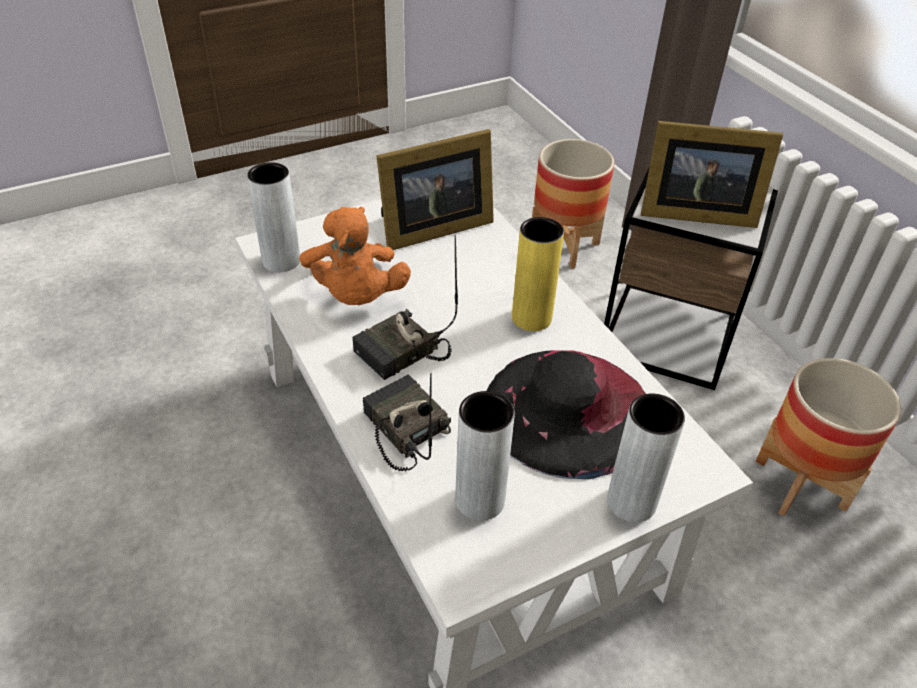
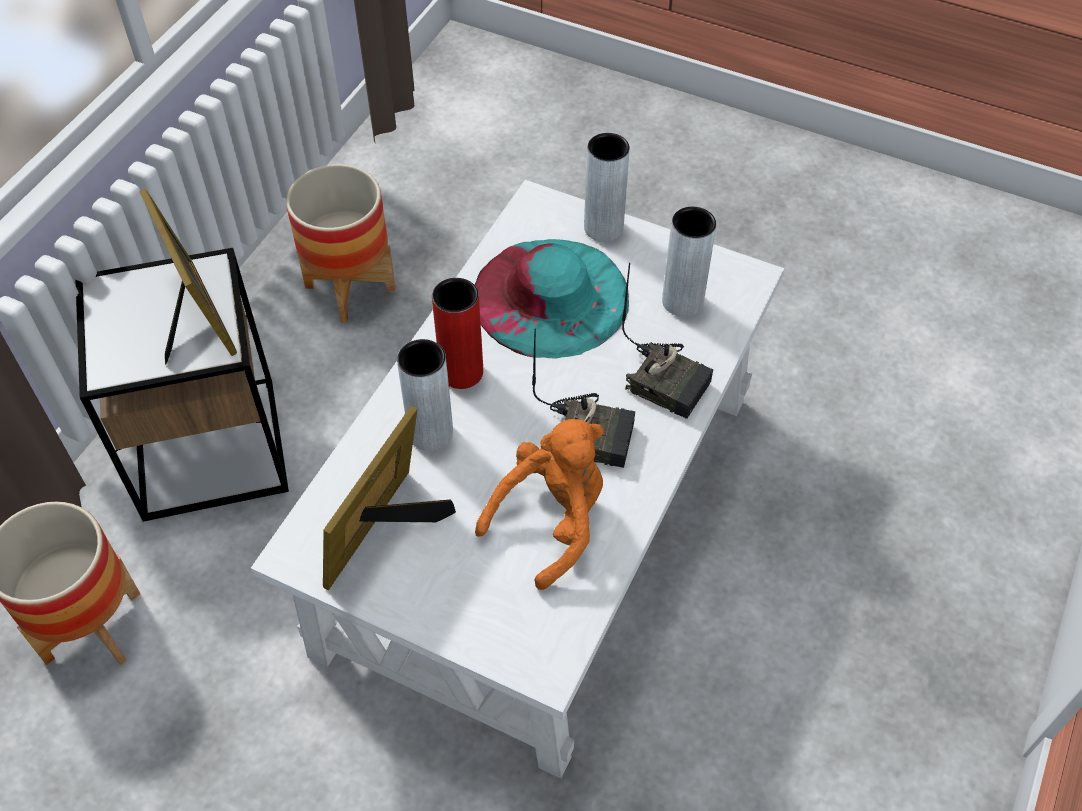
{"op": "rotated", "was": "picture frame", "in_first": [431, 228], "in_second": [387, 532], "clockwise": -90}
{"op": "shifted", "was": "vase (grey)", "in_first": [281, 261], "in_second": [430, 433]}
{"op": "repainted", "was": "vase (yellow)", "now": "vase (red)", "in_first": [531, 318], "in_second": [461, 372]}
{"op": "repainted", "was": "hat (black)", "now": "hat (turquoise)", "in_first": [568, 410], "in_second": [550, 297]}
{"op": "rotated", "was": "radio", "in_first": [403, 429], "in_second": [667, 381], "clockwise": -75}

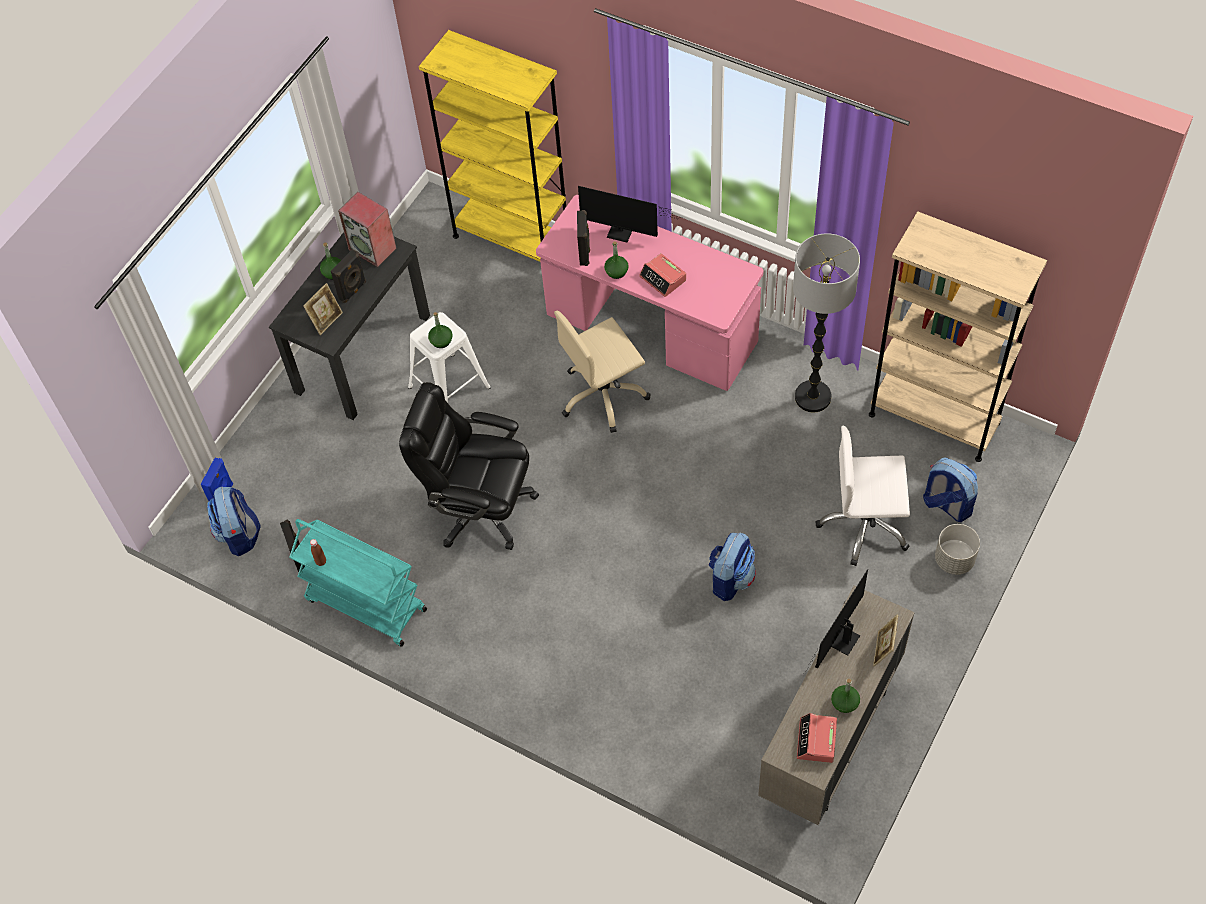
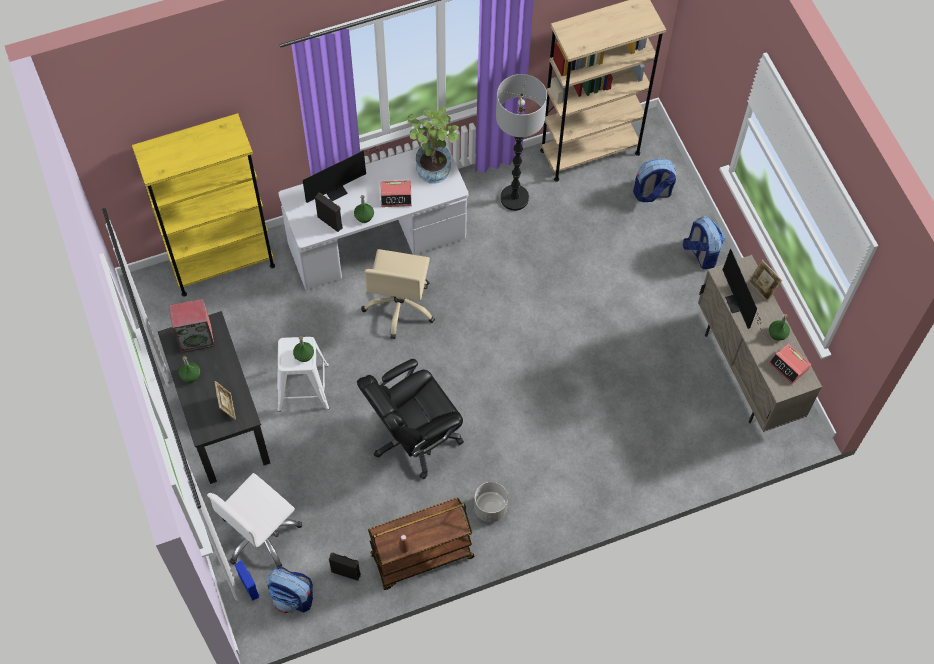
{"op": "repainted", "was": "desk (pink)", "now": "desk (white)", "in_first": [651, 328], "in_second": [377, 241]}
{"op": "gone", "was": "speaker (black)", "in_first": [353, 291]}
{"op": "shifted", "was": "office chair (white)", "in_first": [864, 525], "in_second": [261, 534]}
{"op": "repainted", "was": "cart (turquoise)", "now": "cart (brown)", "in_first": [365, 605], "in_second": [421, 557]}
{"op": "shifted", "was": "planter (grey)", "in_first": [954, 560], "in_second": [490, 508]}
{"op": "shifted", "was": "backpack", "in_first": [730, 578], "in_second": [700, 253]}
{"op": "new", "now": "potted plant", "in_second": [433, 165]}

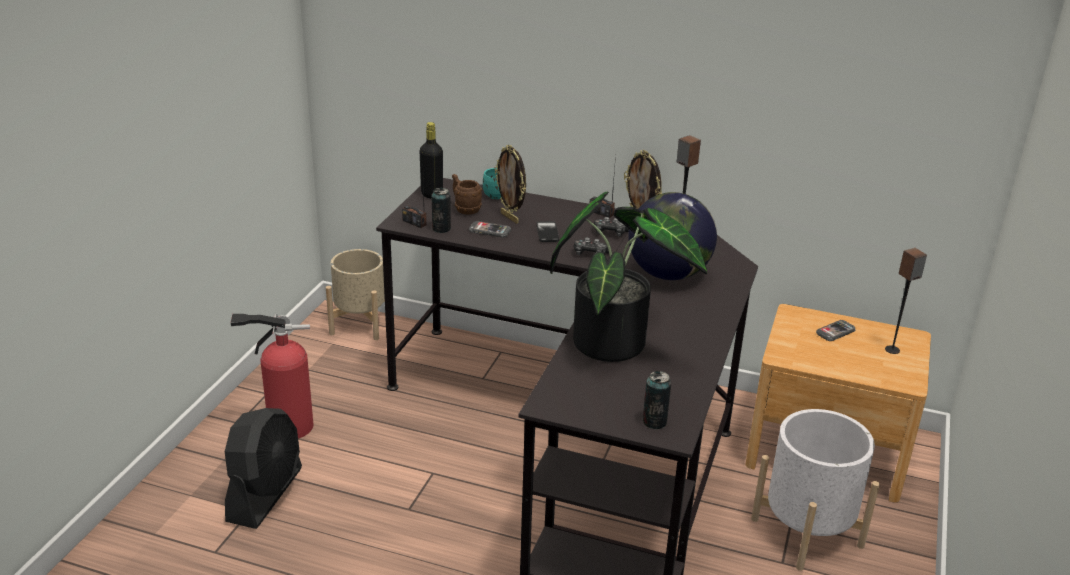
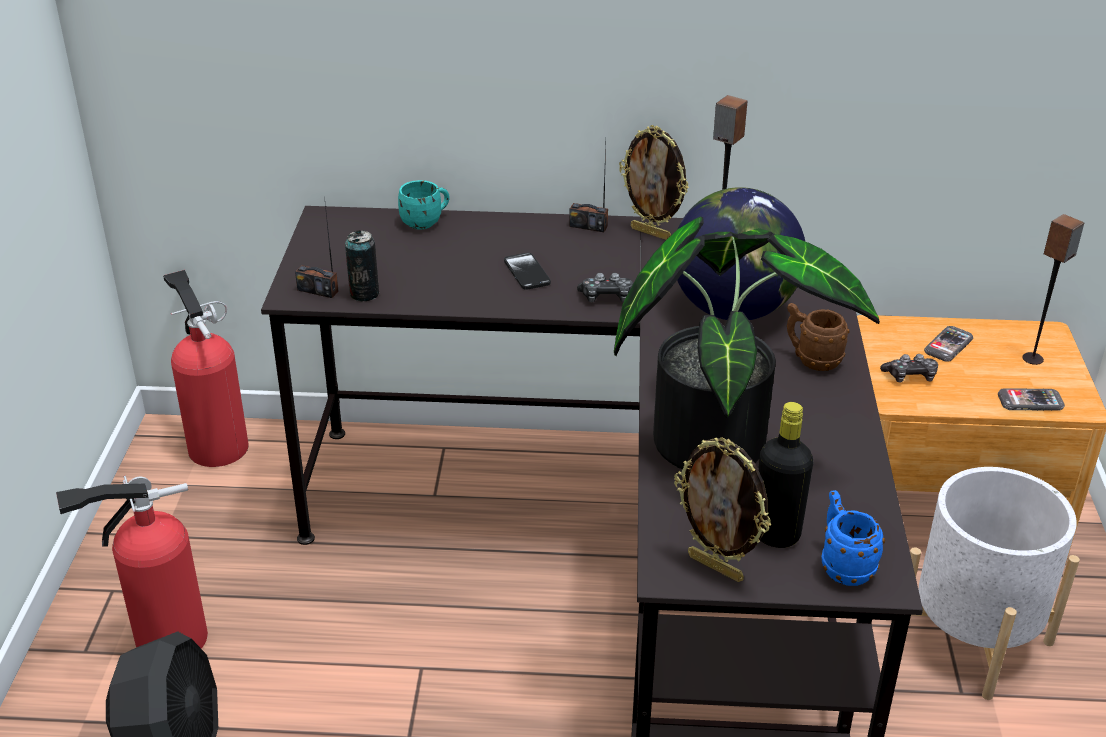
{"op": "shifted", "was": "bottle (black)", "in_first": [432, 194], "in_second": [776, 534]}
{"op": "shifted", "was": "picture frame", "in_first": [510, 218], "in_second": [716, 567]}
{"op": "shifted", "was": "mug (brown)", "in_first": [464, 209], "in_second": [811, 359]}
{"op": "shifted", "was": "game controller", "in_first": [609, 233], "in_second": [910, 376]}
{"op": "shifted", "was": "phone", "in_first": [490, 230], "in_second": [1030, 401]}
{"op": "swapped", "was": "planter (beige)", "now": "fire extinguisher", "in_first": [360, 324], "in_second": [216, 444]}
{"op": "swapped", "was": "can", "now": "mug (blue)", "in_first": [654, 422], "in_second": [842, 565]}

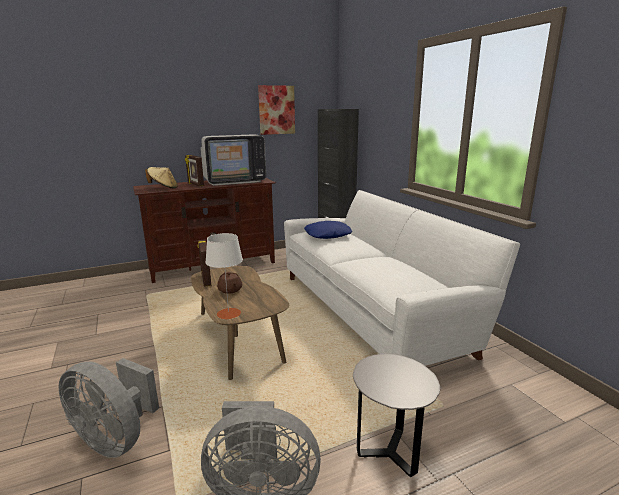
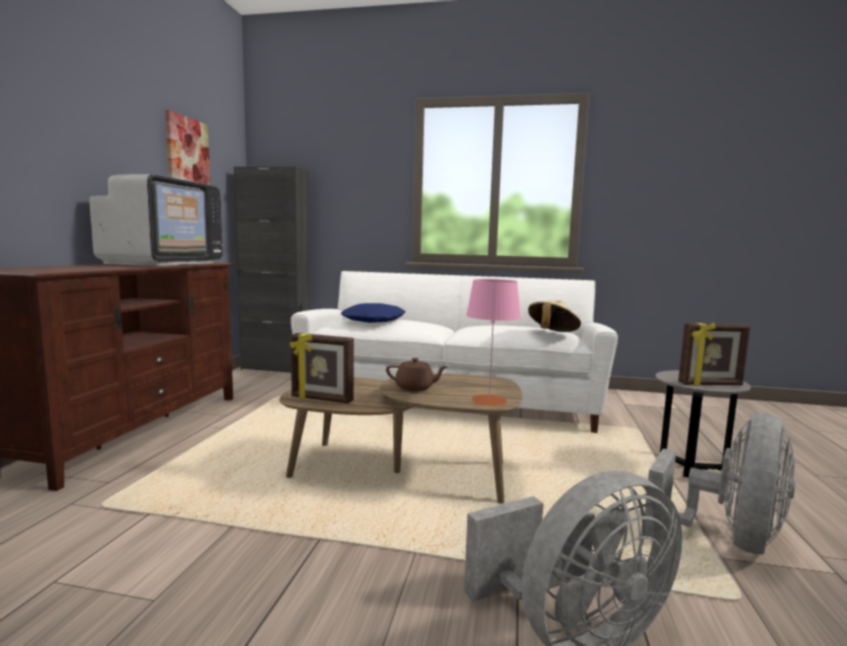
{"op": "shifted", "was": "picture frame", "in_first": [195, 184], "in_second": [710, 384]}
{"op": "shifted", "was": "hat (beige)", "in_first": [163, 188], "in_second": [552, 334]}
{"op": "repainted", "was": "table lamp (white)", "now": "table lamp (pink)", "in_first": [228, 313], "in_second": [489, 400]}

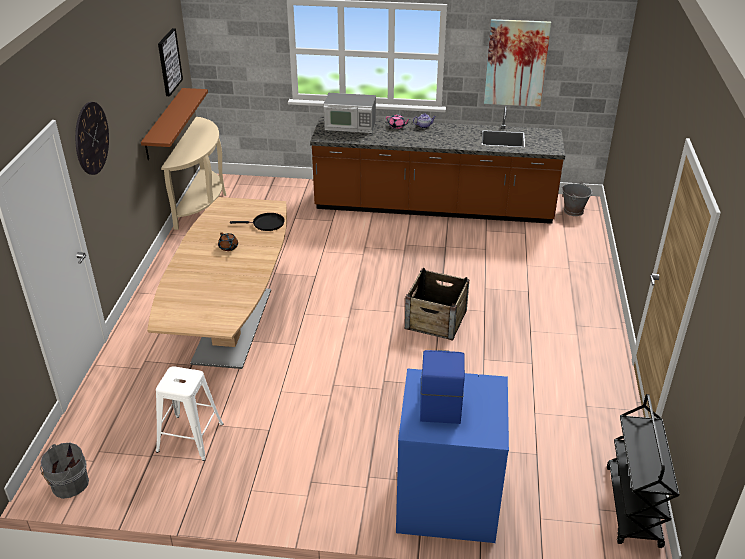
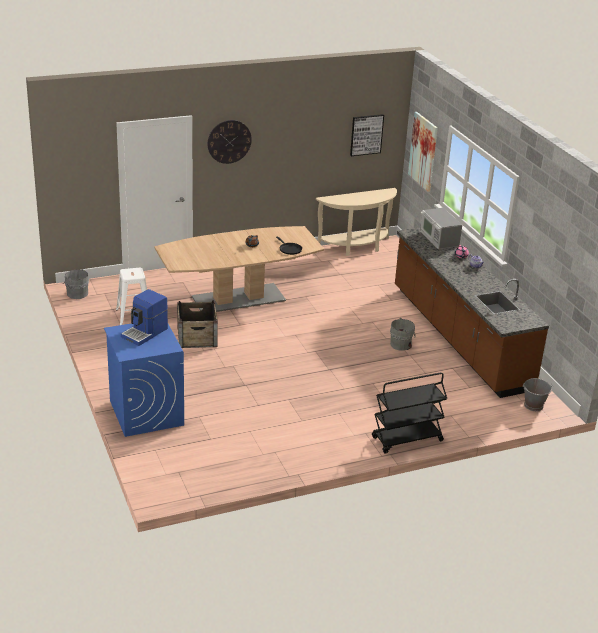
{"op": "shifted", "was": "picture", "in_first": [516, 63], "in_second": [423, 151]}
{"op": "gone", "was": "shelf (brown)", "in_first": [164, 124]}
{"op": "shifted", "was": "crate", "in_first": [435, 319], "in_second": [197, 337]}
{"op": "rotated", "was": "coffee machine", "in_first": [439, 399], "in_second": [145, 333], "clockwise": 150}
{"op": "shifted", "was": "cart (black)", "in_first": [633, 507], "in_second": [406, 440]}
{"op": "new", "now": "bucket (grey)", "in_second": [402, 344]}

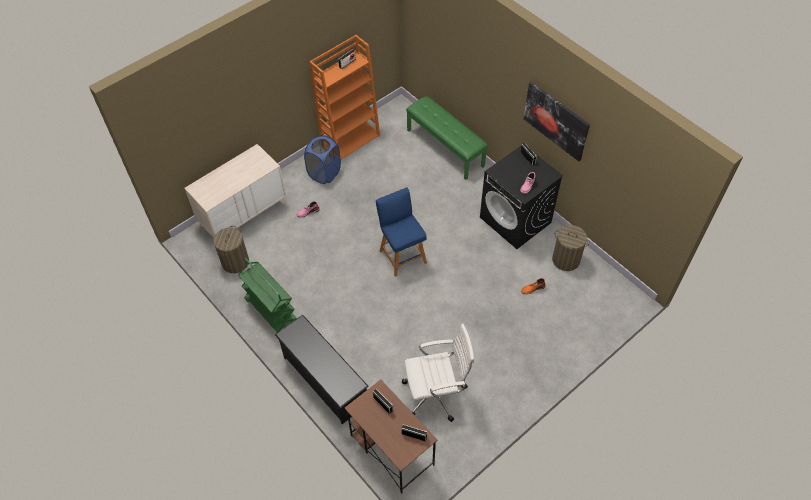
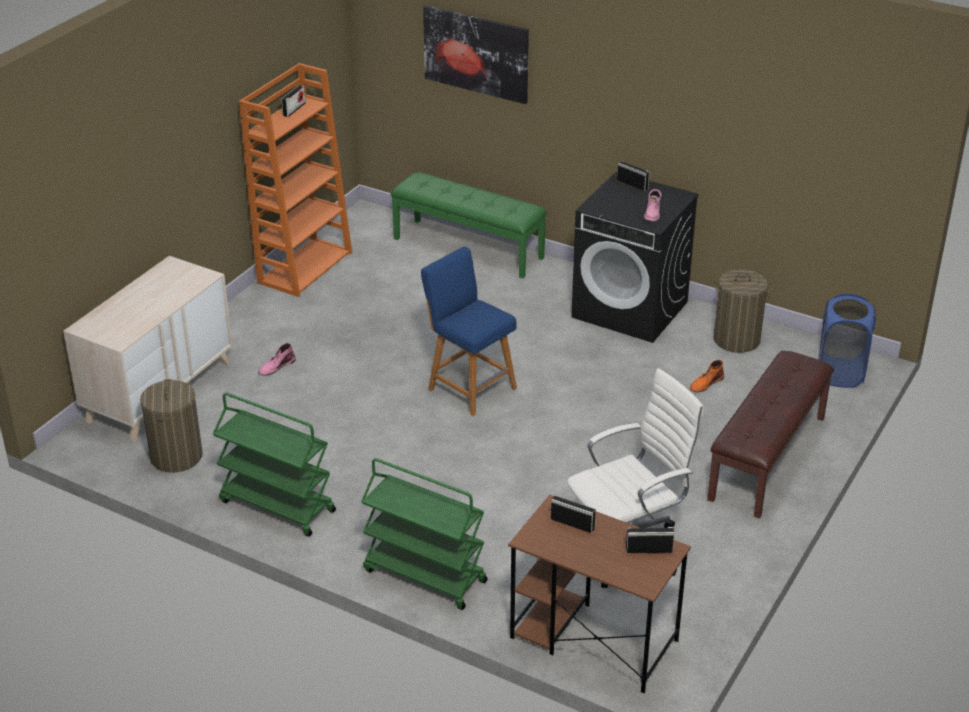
{"op": "shifted", "was": "picture", "in_first": [556, 121], "in_second": [476, 53]}
{"op": "shifted", "was": "laundry basket (blue)", "in_first": [324, 173], "in_second": [840, 373]}
{"op": "swapped", "was": "shoe rack (black)", "now": "cart (green)", "in_first": [325, 380], "in_second": [423, 576]}
{"op": "new", "now": "bench (brown)", "in_second": [768, 458]}

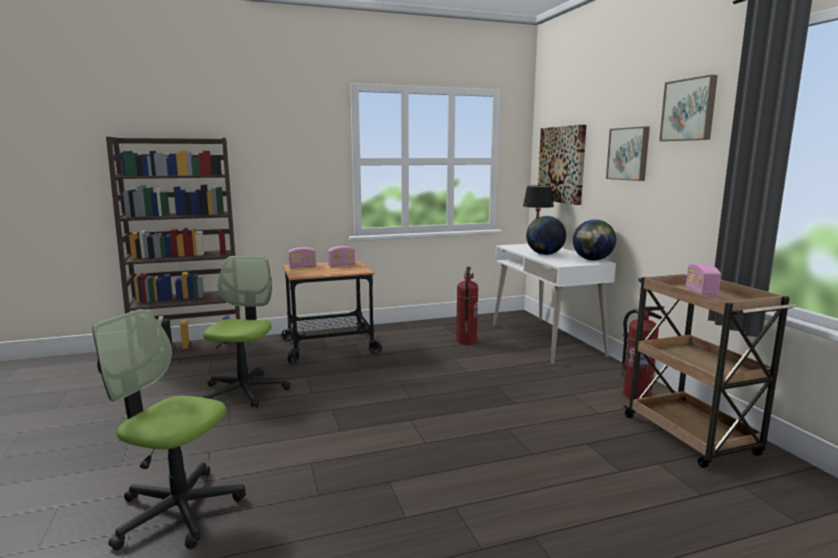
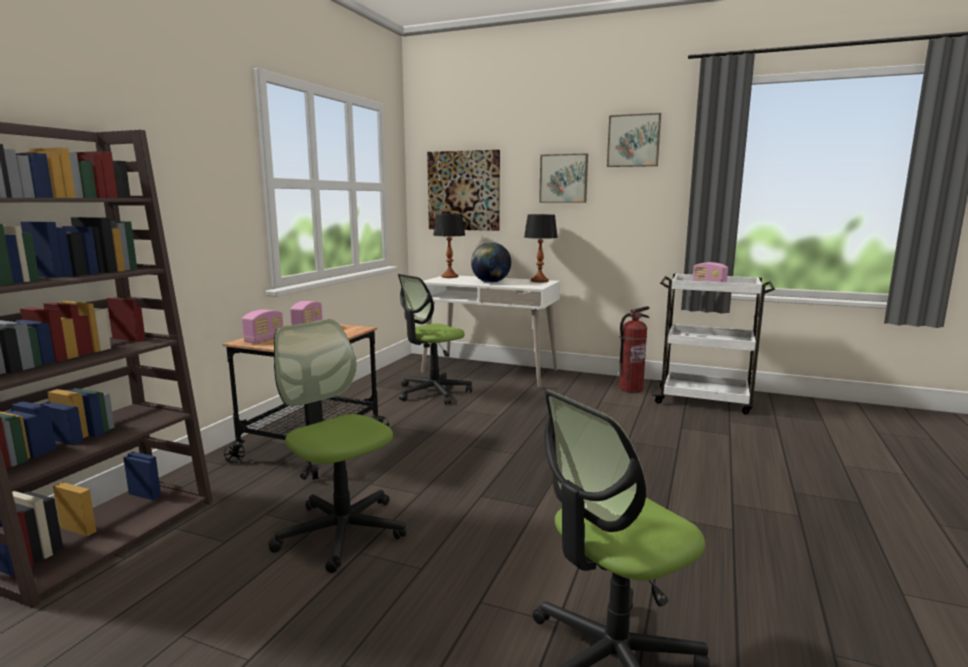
{"op": "swapped", "was": "globe", "now": "table lamp", "in_first": [592, 260], "in_second": [539, 281]}
{"op": "swapped", "was": "fire extinguisher", "now": "office chair", "in_first": [466, 341], "in_second": [433, 392]}
{"op": "repainted", "was": "cart (brown)", "now": "cart (white)", "in_first": [691, 437], "in_second": [705, 400]}

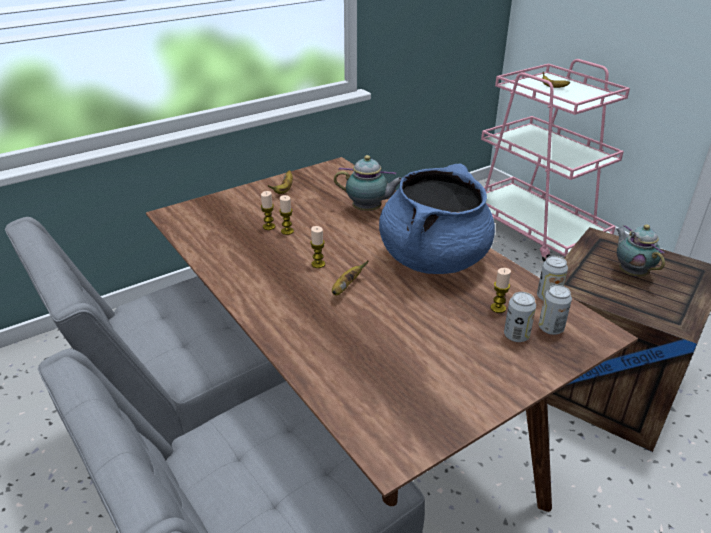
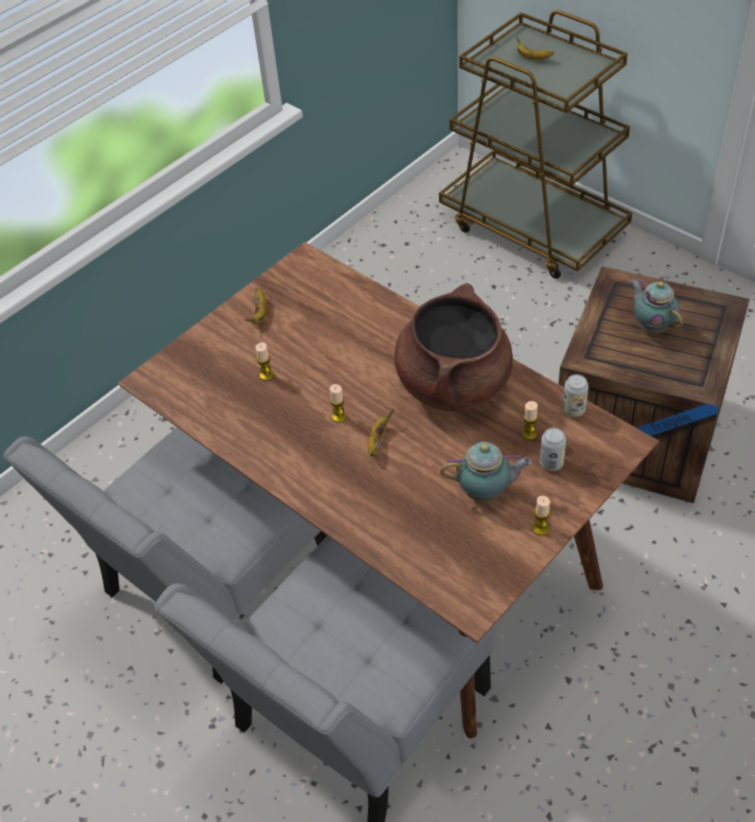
{"op": "repainted", "was": "cart (pink)", "now": "cart (brown)", "in_first": [534, 230], "in_second": [533, 227]}
{"op": "shifted", "was": "teapot", "in_first": [368, 210], "in_second": [486, 493]}
{"op": "repainted", "was": "cooking pot (blue)", "now": "cooking pot (brown)", "in_first": [433, 259], "in_second": [453, 384]}
{"op": "shifted", "was": "candle", "in_first": [287, 231], "in_second": [540, 528]}
{"op": "gone", "was": "can", "in_first": [550, 328]}

